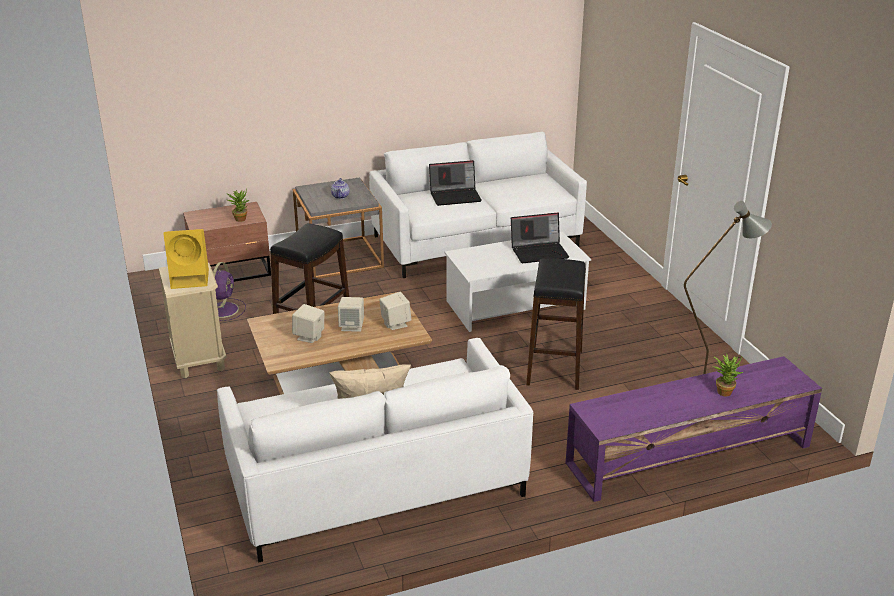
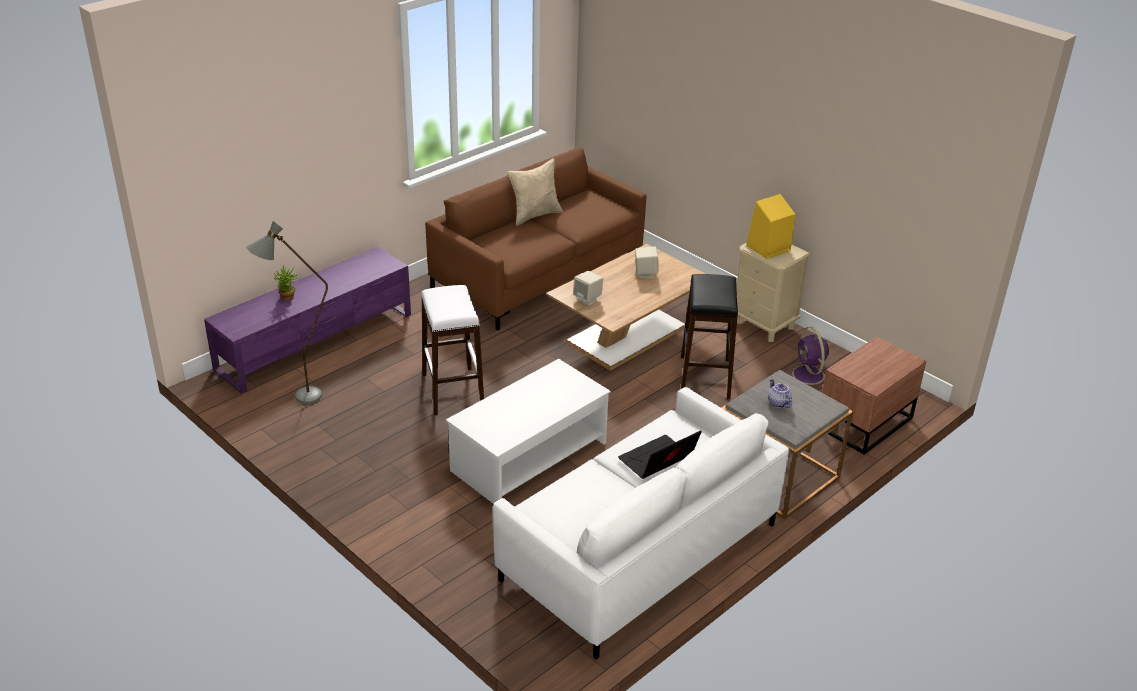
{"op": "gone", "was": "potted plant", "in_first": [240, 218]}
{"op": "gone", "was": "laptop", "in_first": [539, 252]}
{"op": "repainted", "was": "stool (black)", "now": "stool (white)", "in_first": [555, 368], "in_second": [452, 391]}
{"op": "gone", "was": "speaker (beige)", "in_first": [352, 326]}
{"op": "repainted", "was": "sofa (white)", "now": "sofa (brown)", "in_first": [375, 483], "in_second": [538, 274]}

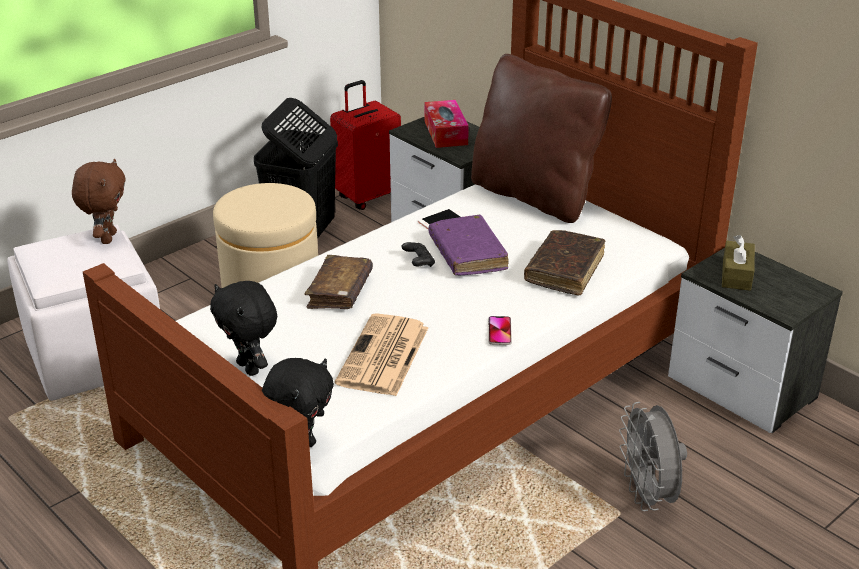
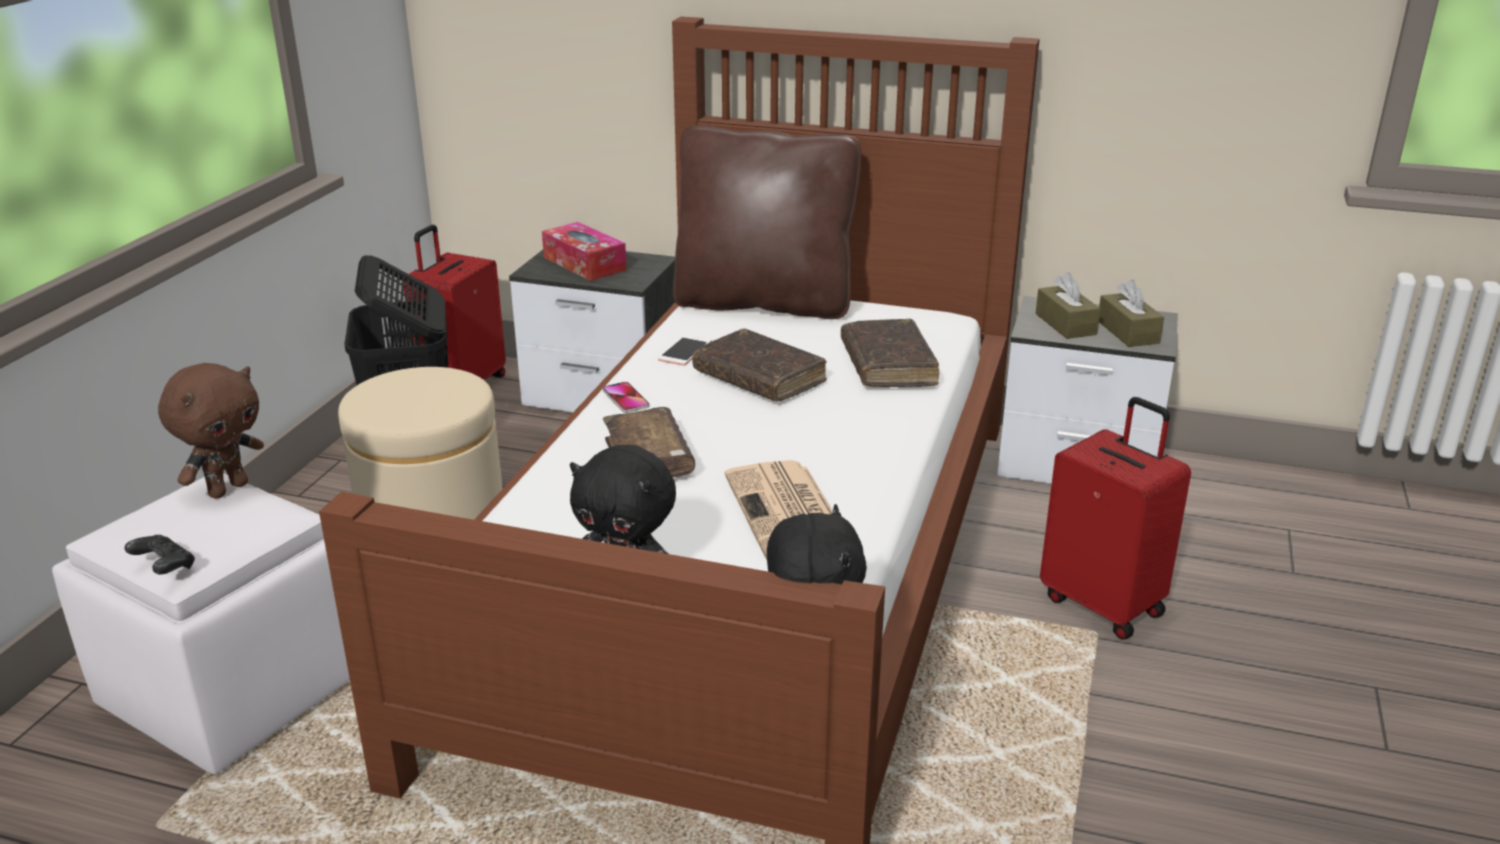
{"op": "rotated", "was": "plush toy (brown)", "in_first": [107, 238], "in_second": [227, 489], "clockwise": 60}
{"op": "repainted", "was": "book (purple)", "now": "book (brown)", "in_first": [467, 254], "in_second": [759, 378]}
{"op": "shifted", "was": "game controller (black)", "in_first": [418, 262], "in_second": [164, 567]}
{"op": "shifted", "was": "phone", "in_first": [499, 331], "in_second": [625, 398]}
{"op": "swapped", "was": "fan (grey)", "now": "suitcase (red)", "in_first": [648, 496], "in_second": [1104, 604]}
{"op": "new", "now": "tissue box (brown)", "in_second": [1128, 332]}

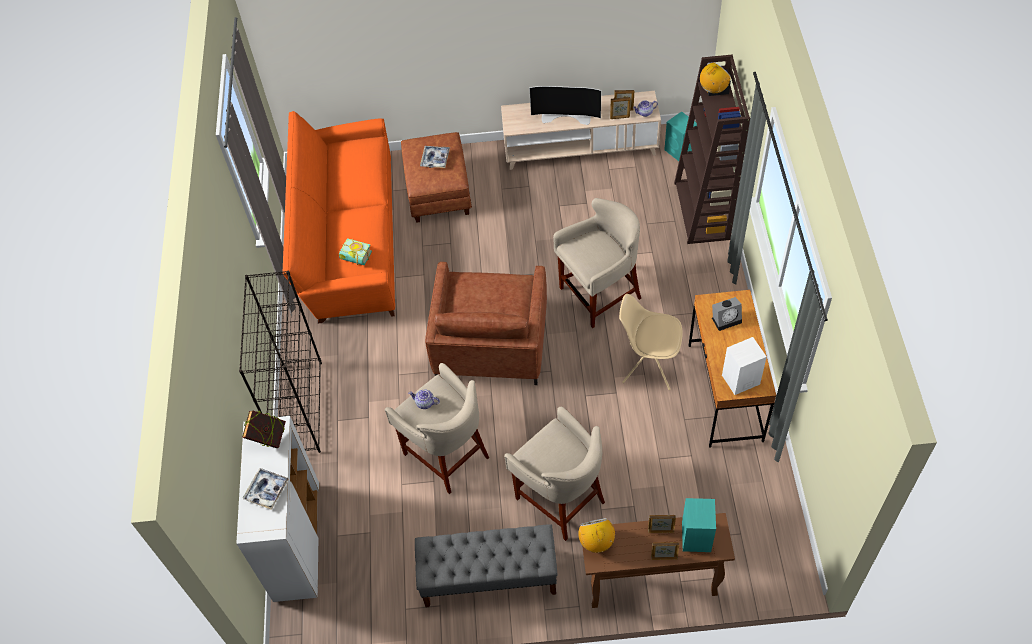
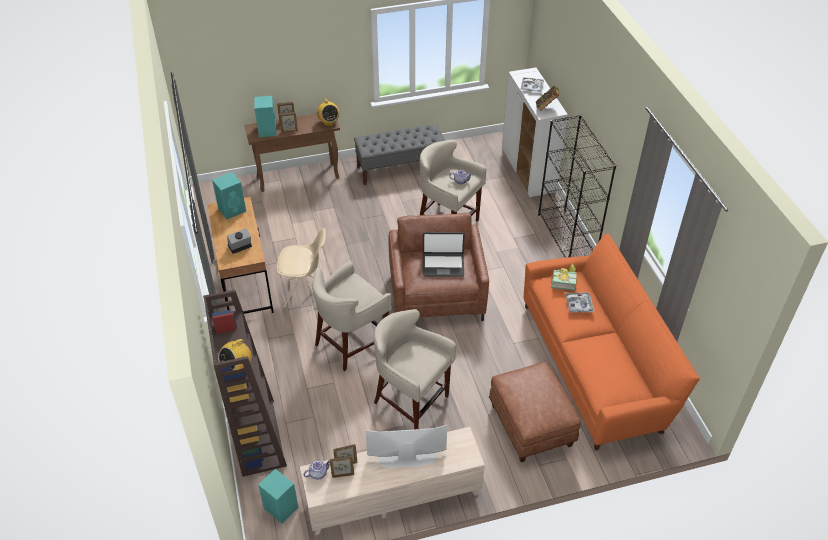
{"op": "shifted", "was": "tray", "in_first": [435, 159], "in_second": [579, 305]}
{"op": "repainted", "was": "speaker (white)", "now": "speaker (turquoise)", "in_first": [740, 380], "in_second": [233, 210]}
{"op": "shifted", "was": "stool (beige)", "in_first": [560, 498], "in_second": [411, 401]}
{"op": "new", "now": "laptop", "in_second": [443, 265]}

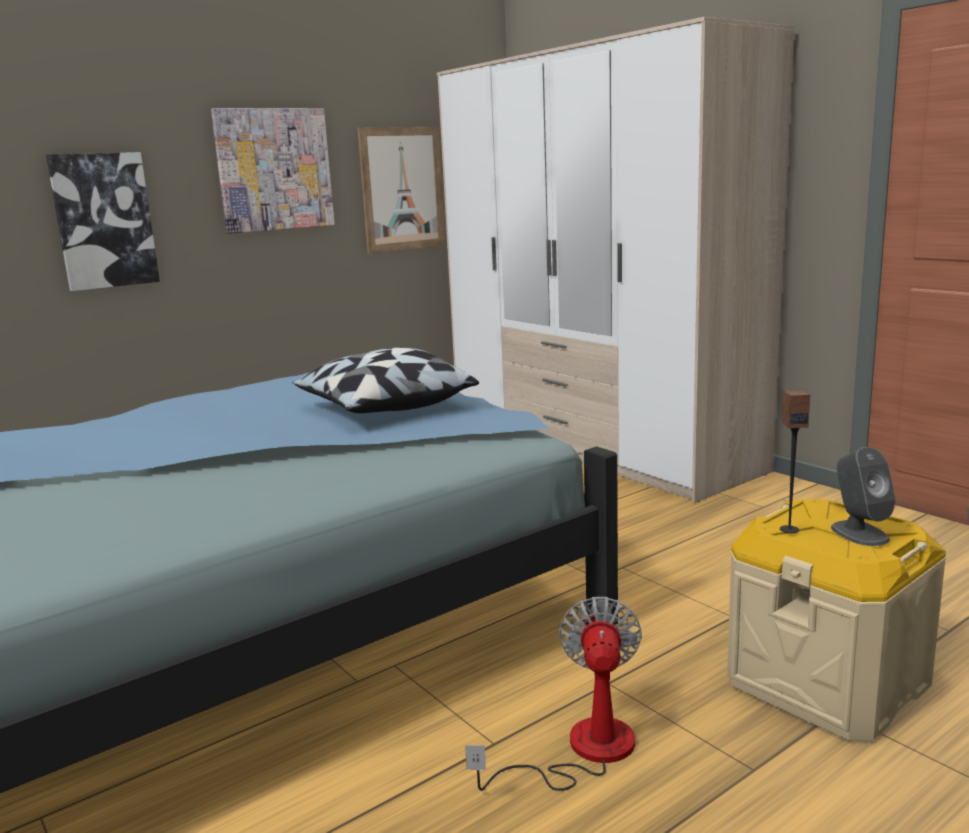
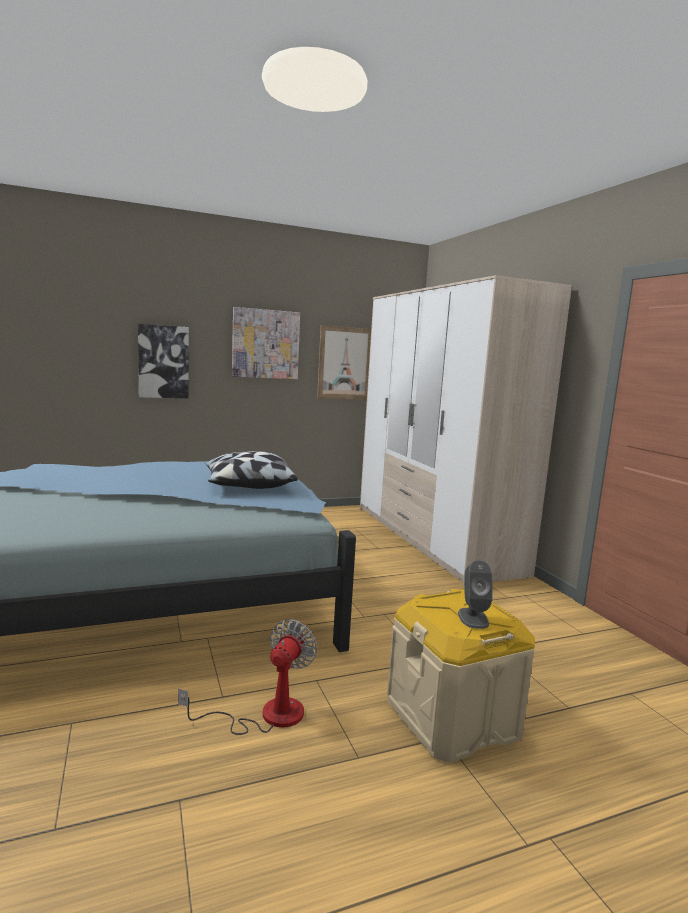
{"op": "gone", "was": "speaker", "in_first": [789, 529]}

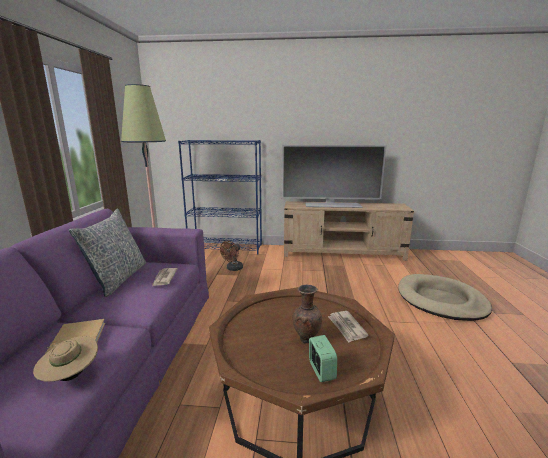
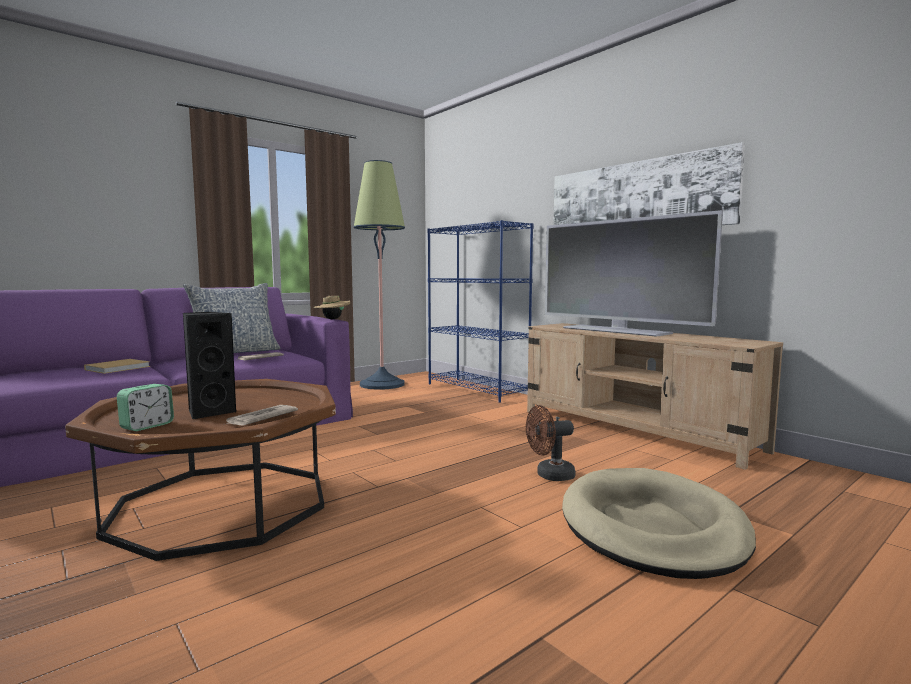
{"op": "shifted", "was": "fan (brown)", "in_first": [233, 269], "in_second": [549, 475]}
{"op": "swapped", "was": "vase (brown)", "now": "speaker (black)", "in_first": [306, 339], "in_second": [209, 412]}
{"op": "shifted", "was": "hat (beige)", "in_first": [70, 376], "in_second": [332, 319]}
{"op": "new", "now": "picture", "in_second": [636, 197]}

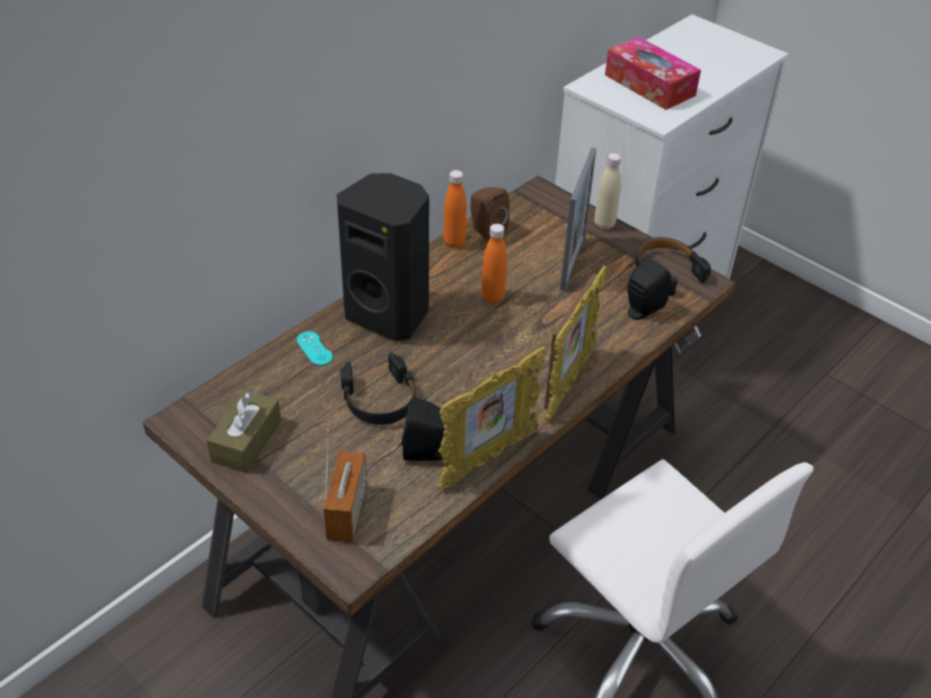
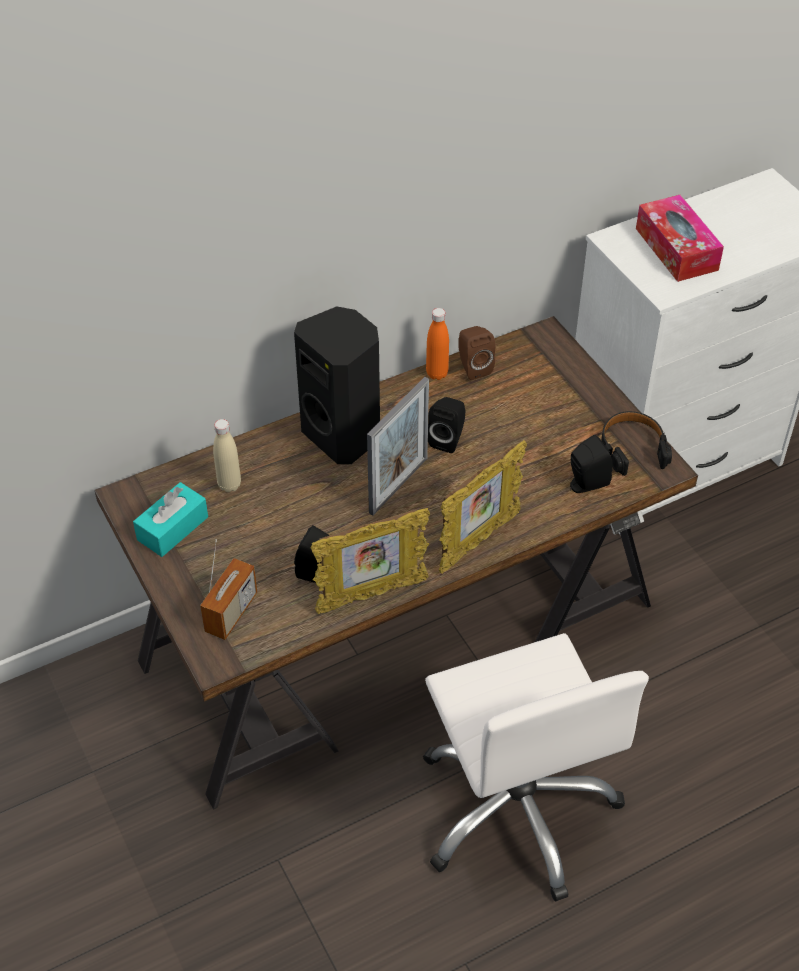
{"op": "shifted", "was": "picture frame", "in_first": [572, 263], "in_second": [398, 485]}
{"op": "shifted", "was": "bottle (beige)", "in_first": [604, 224], "in_second": [229, 485]}
{"op": "swapped", "was": "bottle (orange)", "now": "speaker (black)", "in_first": [492, 297], "in_second": [447, 439]}
{"op": "gone", "was": "game controller (turquoise)", "in_first": [314, 348]}
{"op": "gone", "was": "headphones (black)", "in_first": [379, 399]}
{"op": "repainted", "was": "tissue box (brown)", "now": "tissue box (turquoise)", "in_first": [246, 441], "in_second": [172, 528]}

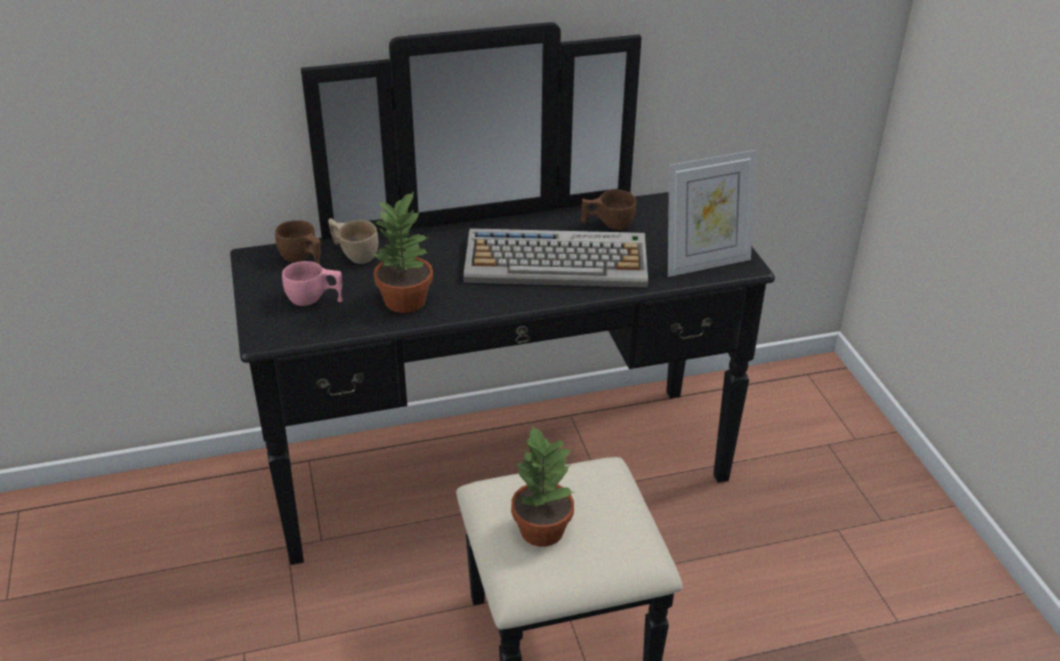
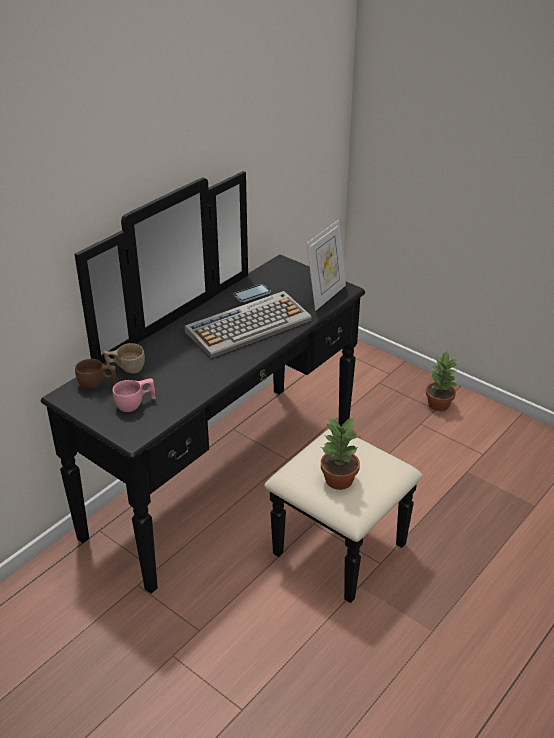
{"op": "swapped", "was": "cup (brown)", "now": "phone", "in_first": [607, 224], "in_second": [252, 294]}
{"op": "shifted", "was": "potted plant", "in_first": [406, 301], "in_second": [439, 404]}

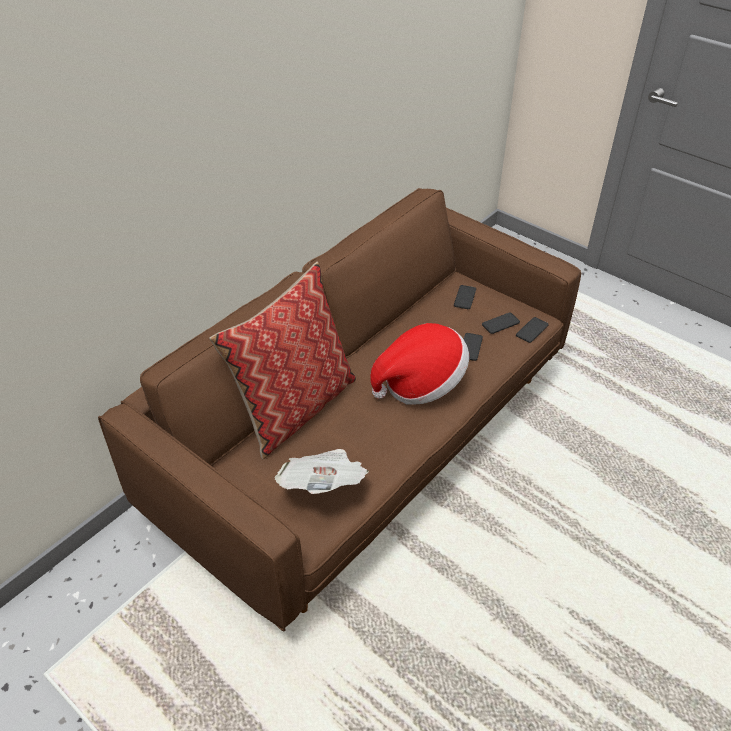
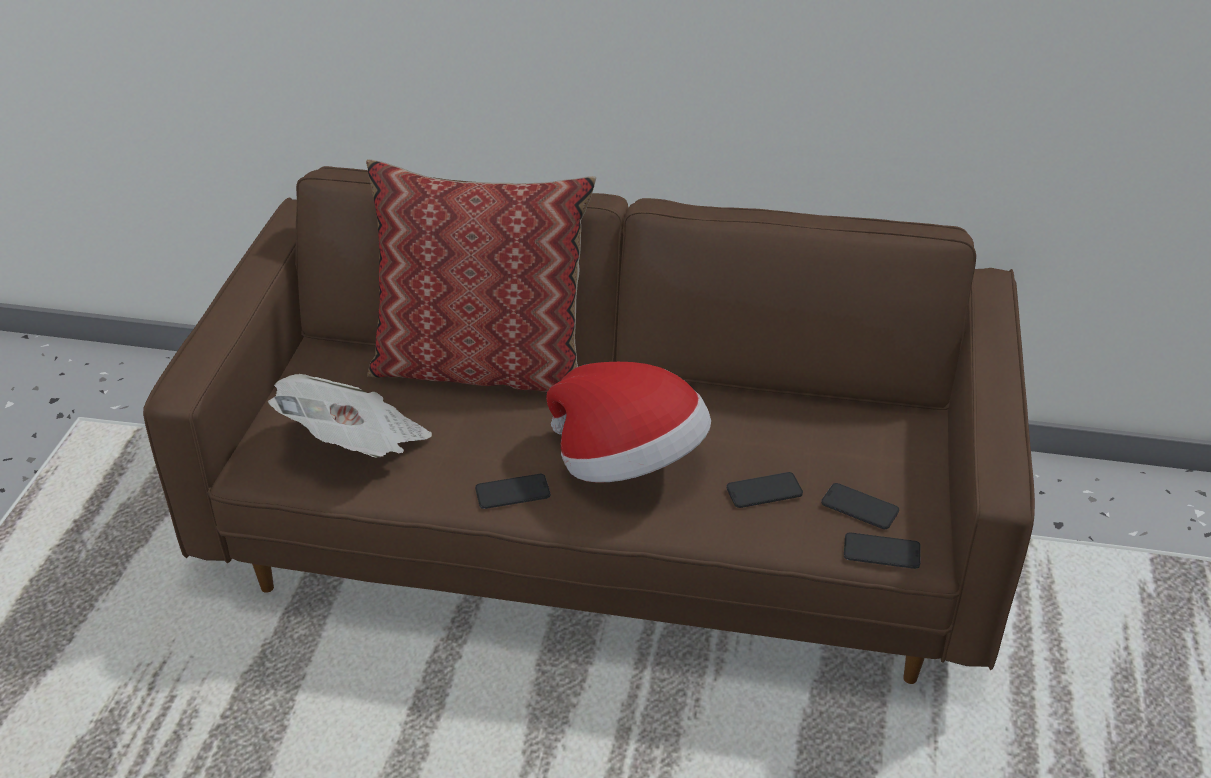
{"op": "shifted", "was": "phone", "in_first": [465, 297], "in_second": [512, 492]}

